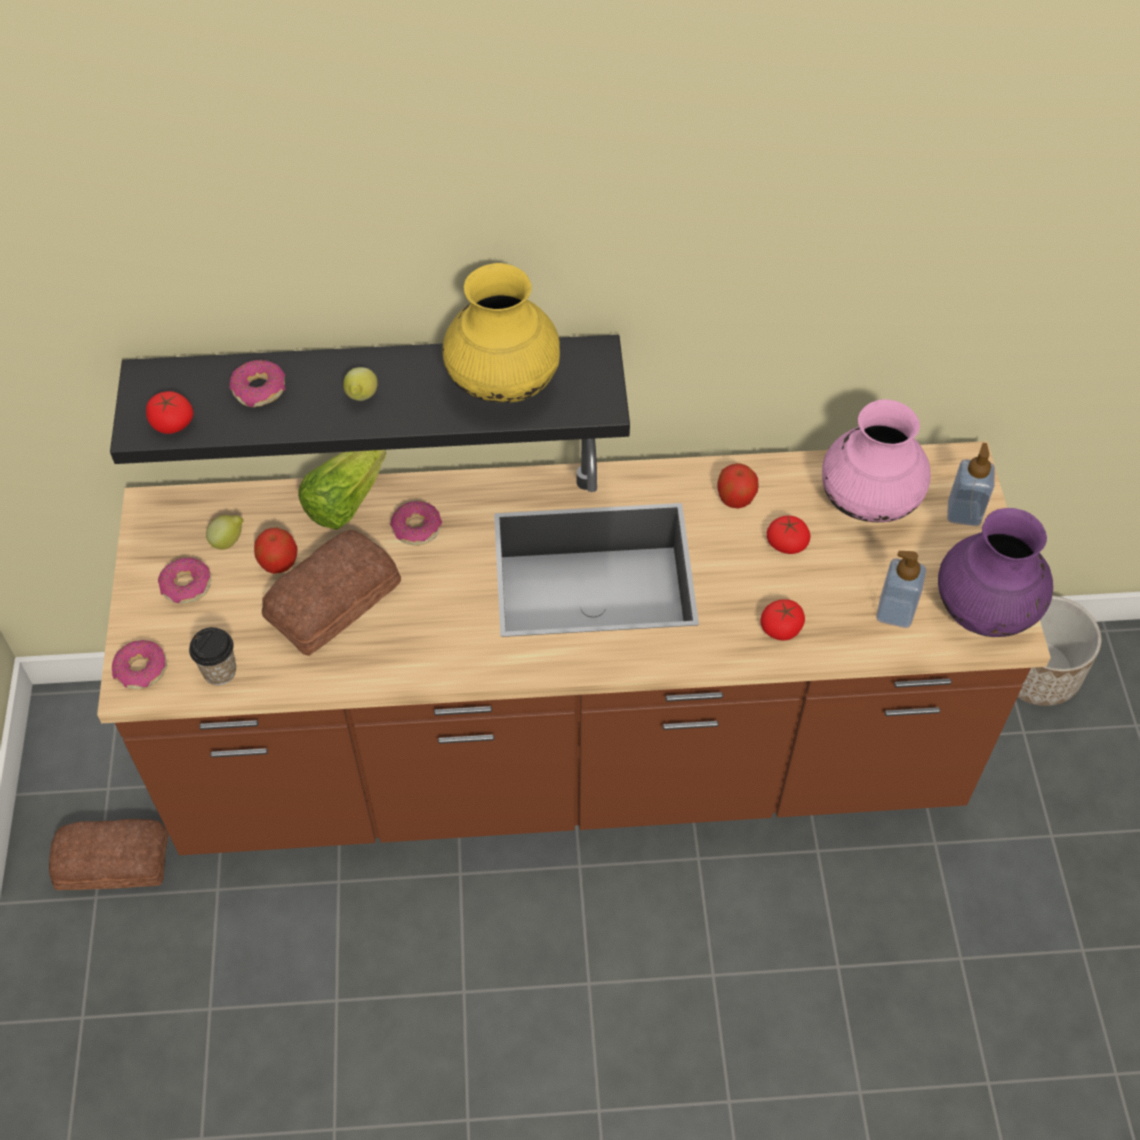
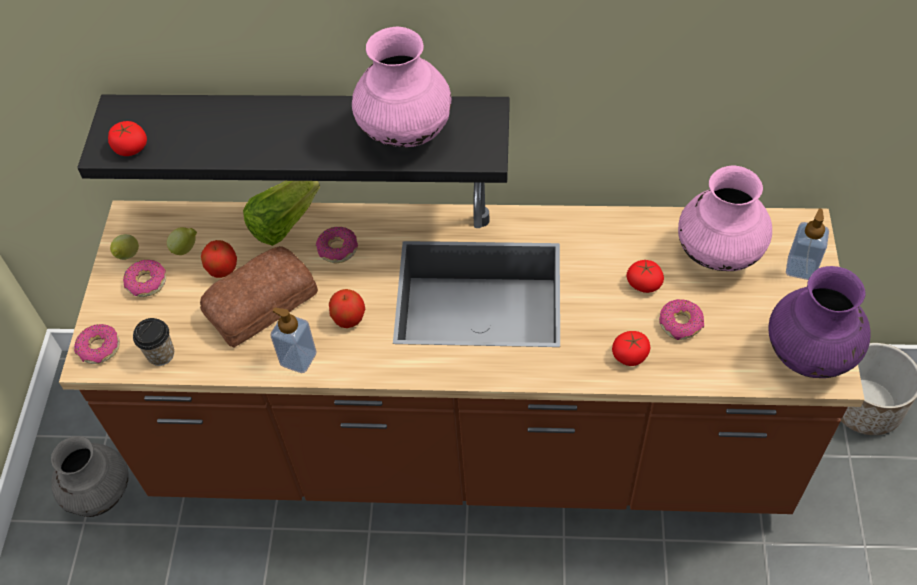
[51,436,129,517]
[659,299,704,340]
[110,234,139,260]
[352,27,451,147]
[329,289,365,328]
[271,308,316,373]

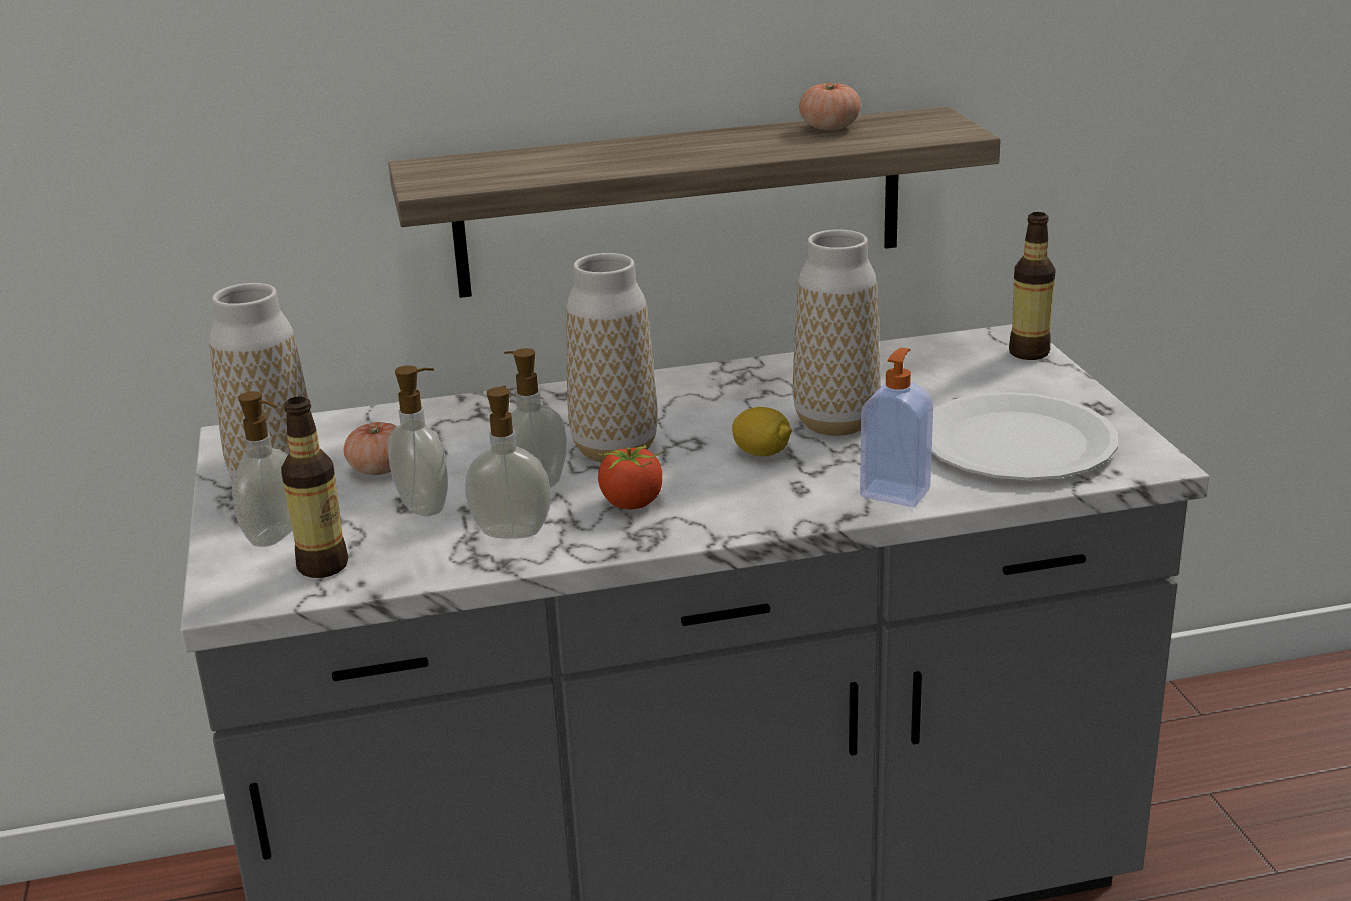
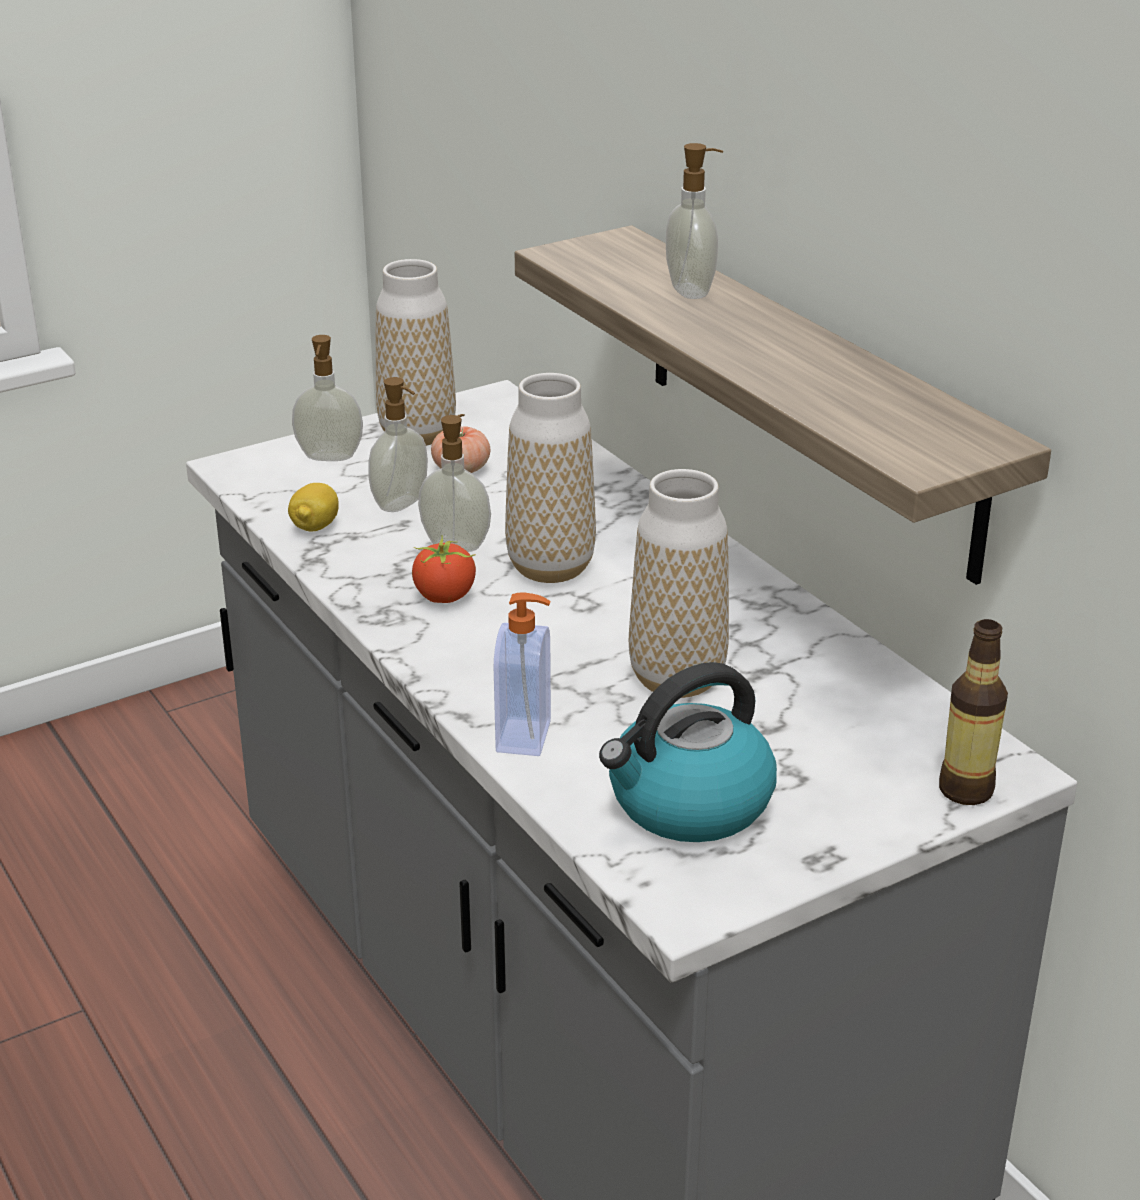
[281,396,348,578] (first image)
[666,143,723,299]
[288,483,339,531]
[799,83,861,130] (first image)
[599,662,777,842]

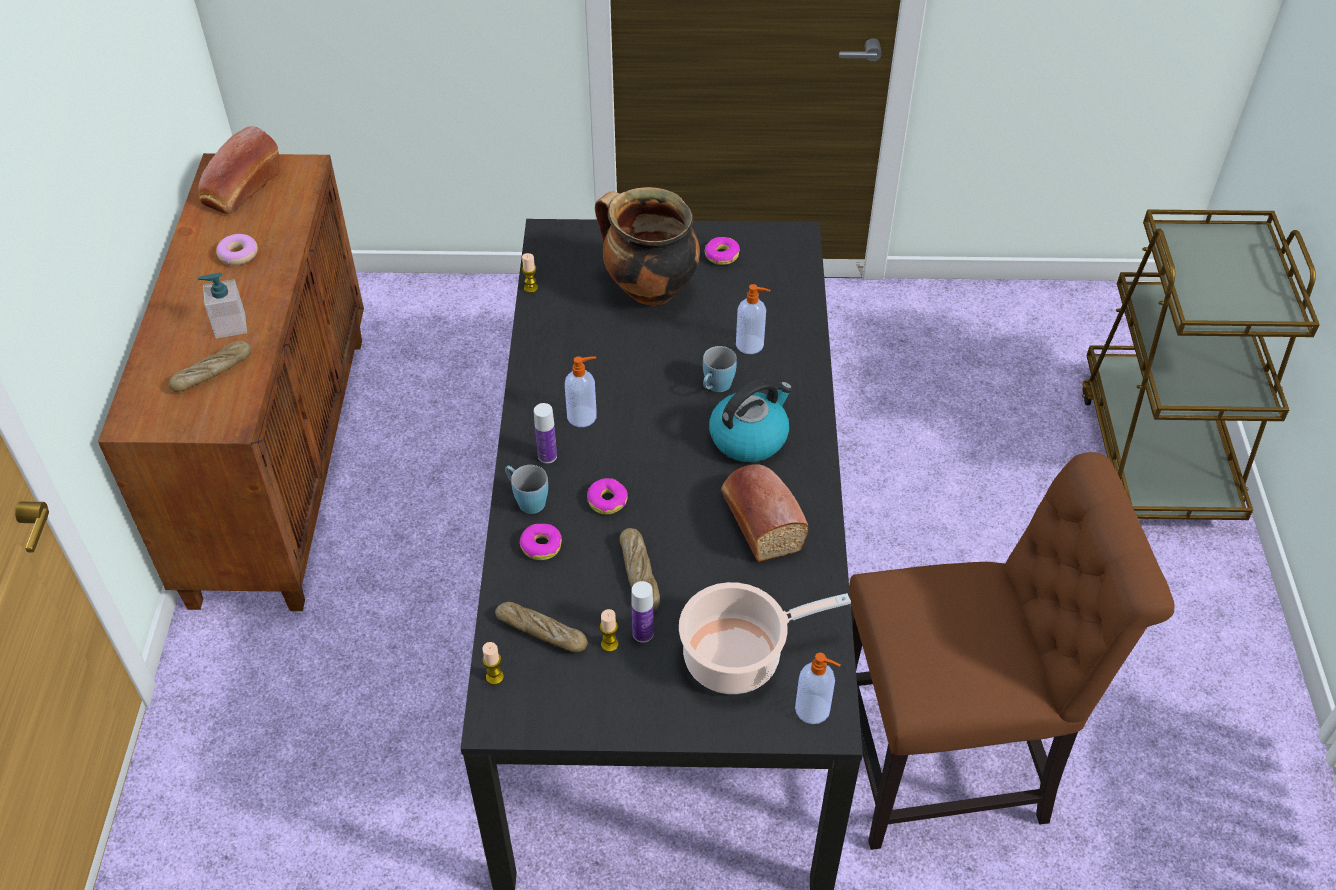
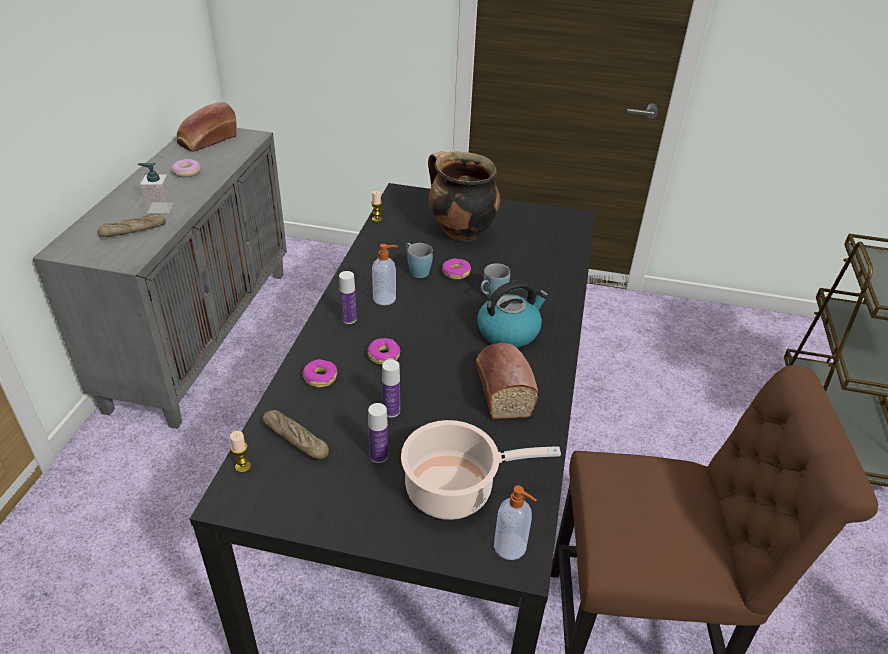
[33,128,287,429]
[405,243,433,278]
[600,609,619,652] (first image)
[382,360,400,417]
[442,258,471,279]
[736,284,770,354] (first image)

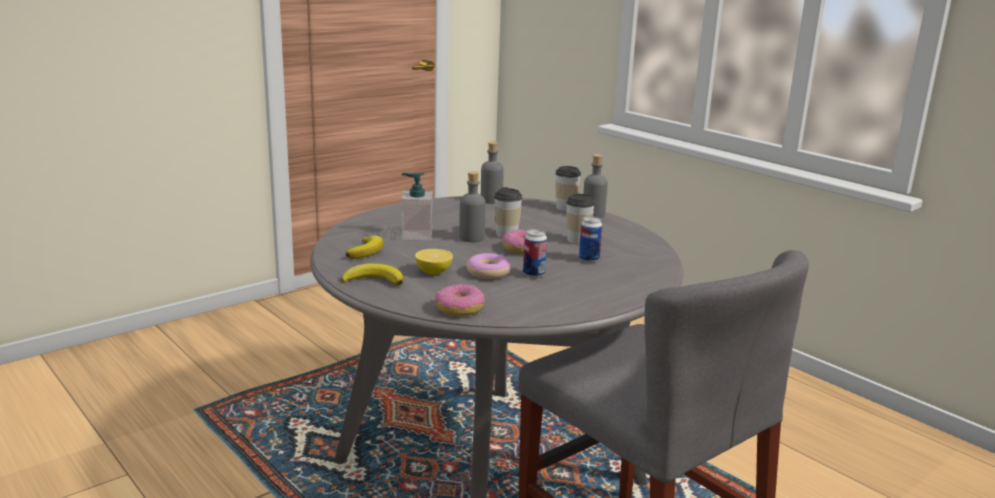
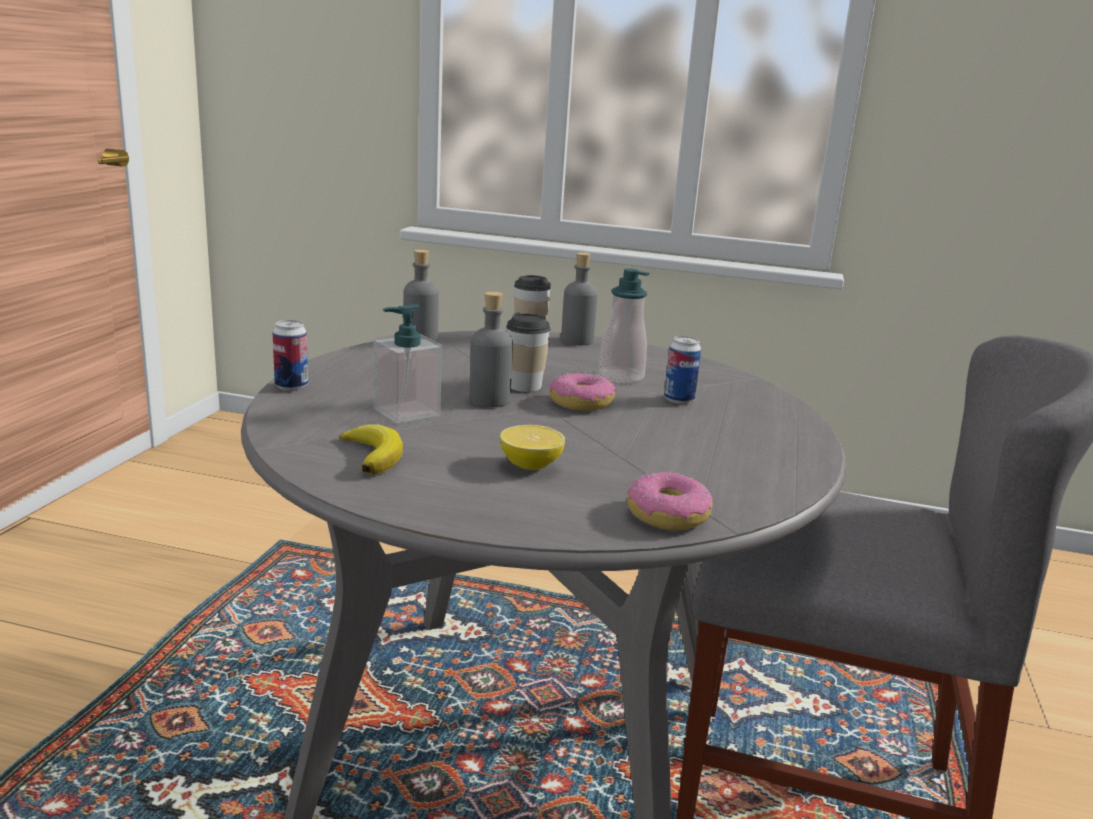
[341,263,404,286] (first image)
[467,253,511,279] (first image)
[273,320,308,391]
[599,268,649,384]

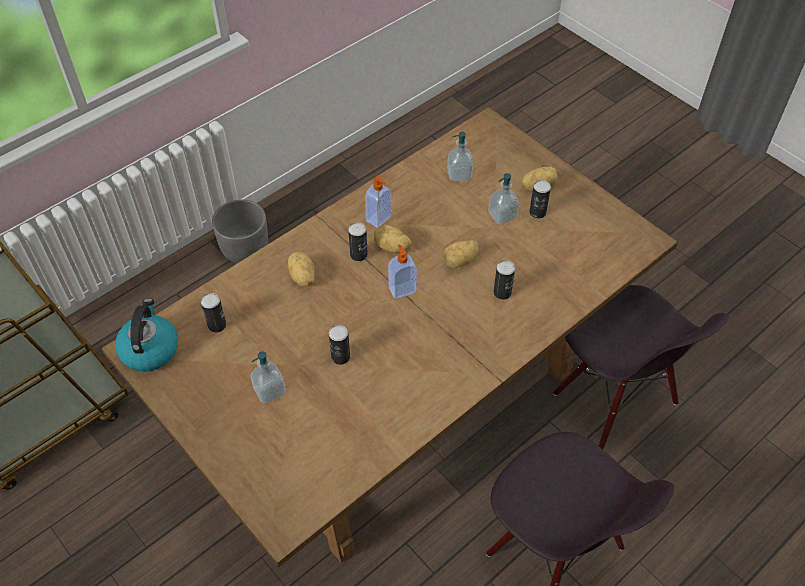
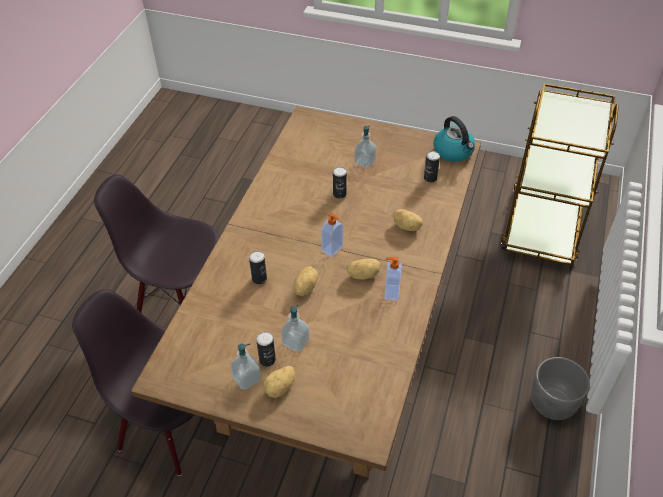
[348,222,368,261] (first image)
[230,343,261,390]

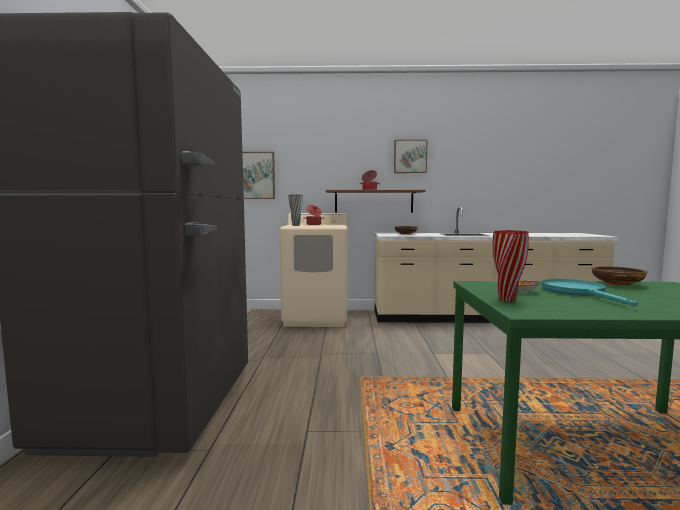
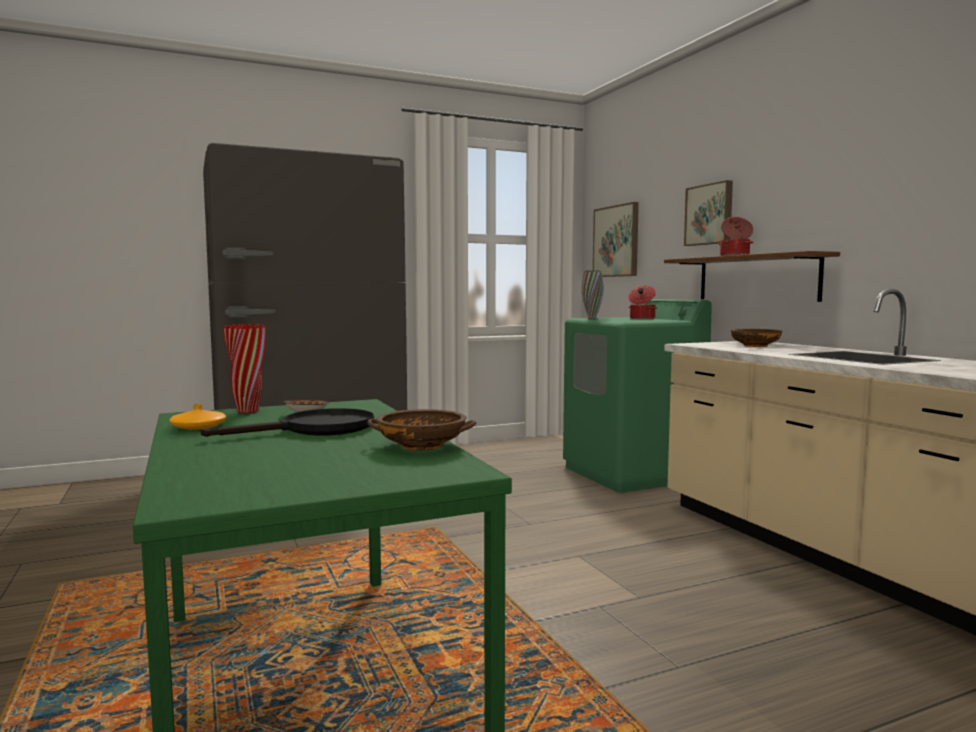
[563,299,712,493]
[684,180,733,246]
[201,408,374,437]
[169,404,226,429]

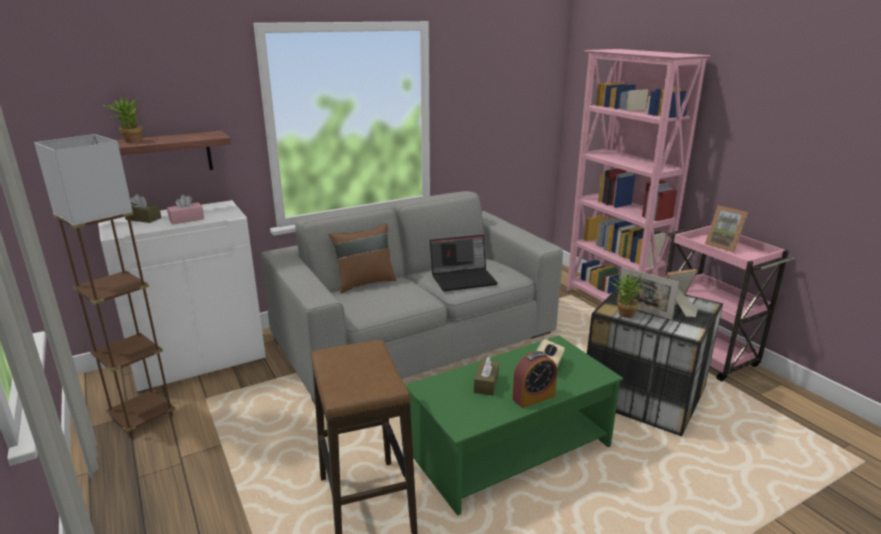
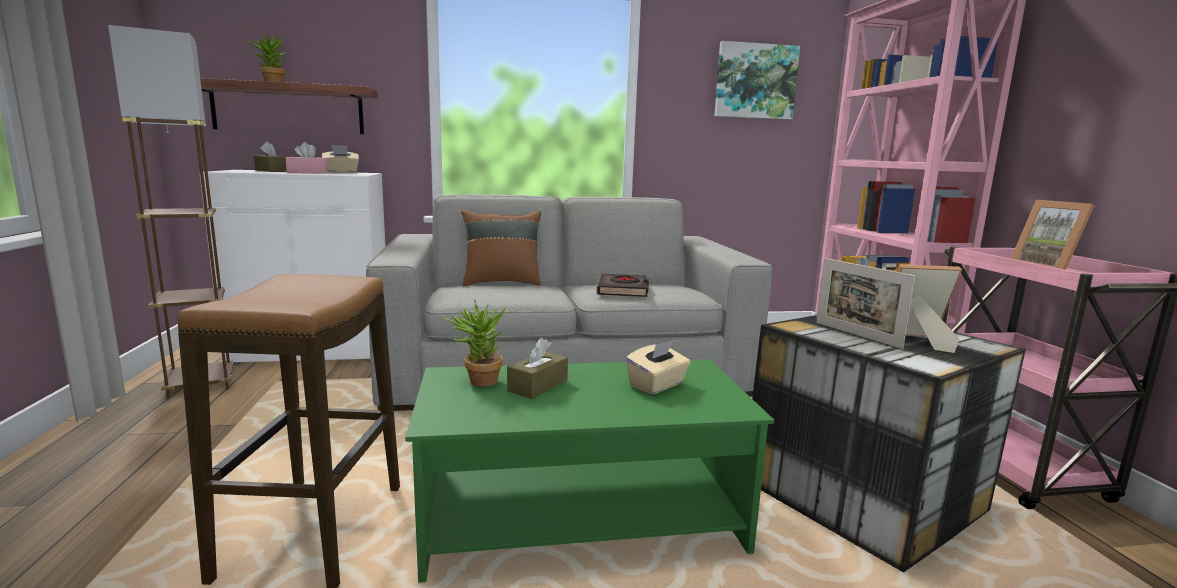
[597,274,649,297]
[512,351,557,408] (first image)
[443,299,506,387]
[322,145,359,173]
[714,41,800,120]

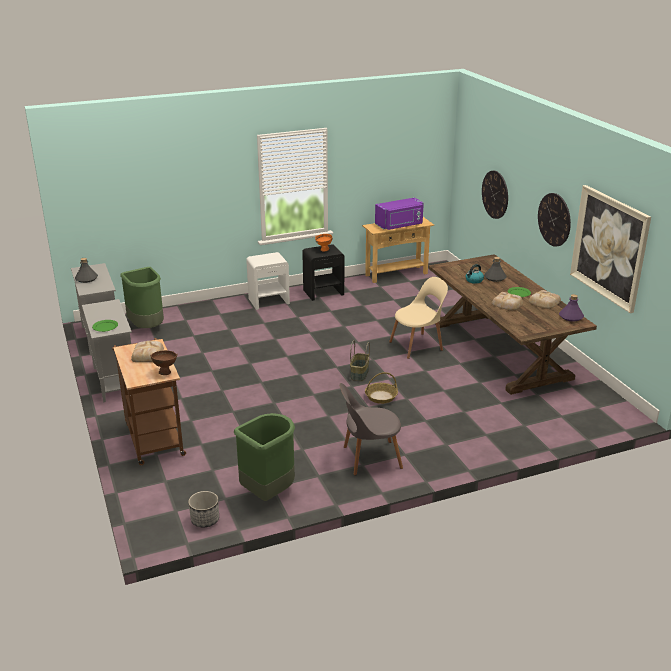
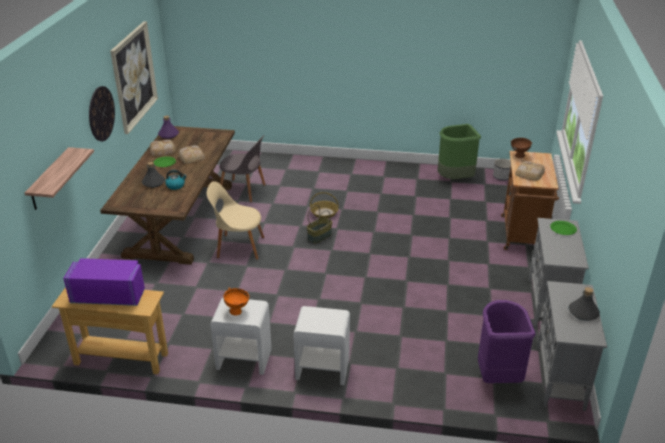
[478,300,536,383]
[210,297,272,375]
[220,135,265,202]
[24,147,94,210]

